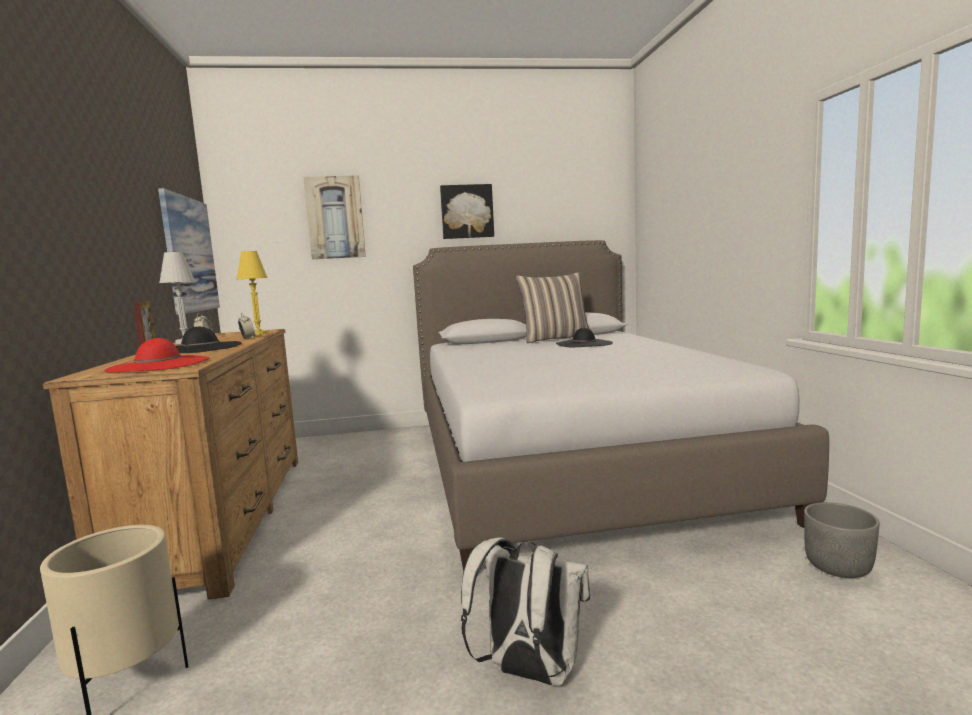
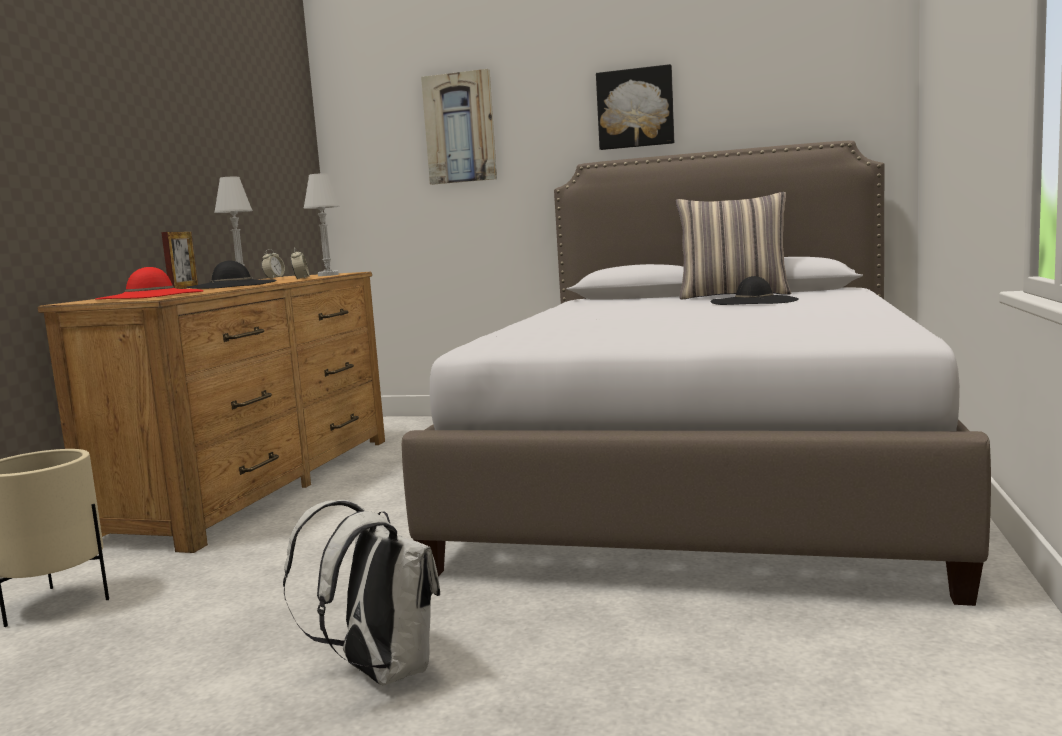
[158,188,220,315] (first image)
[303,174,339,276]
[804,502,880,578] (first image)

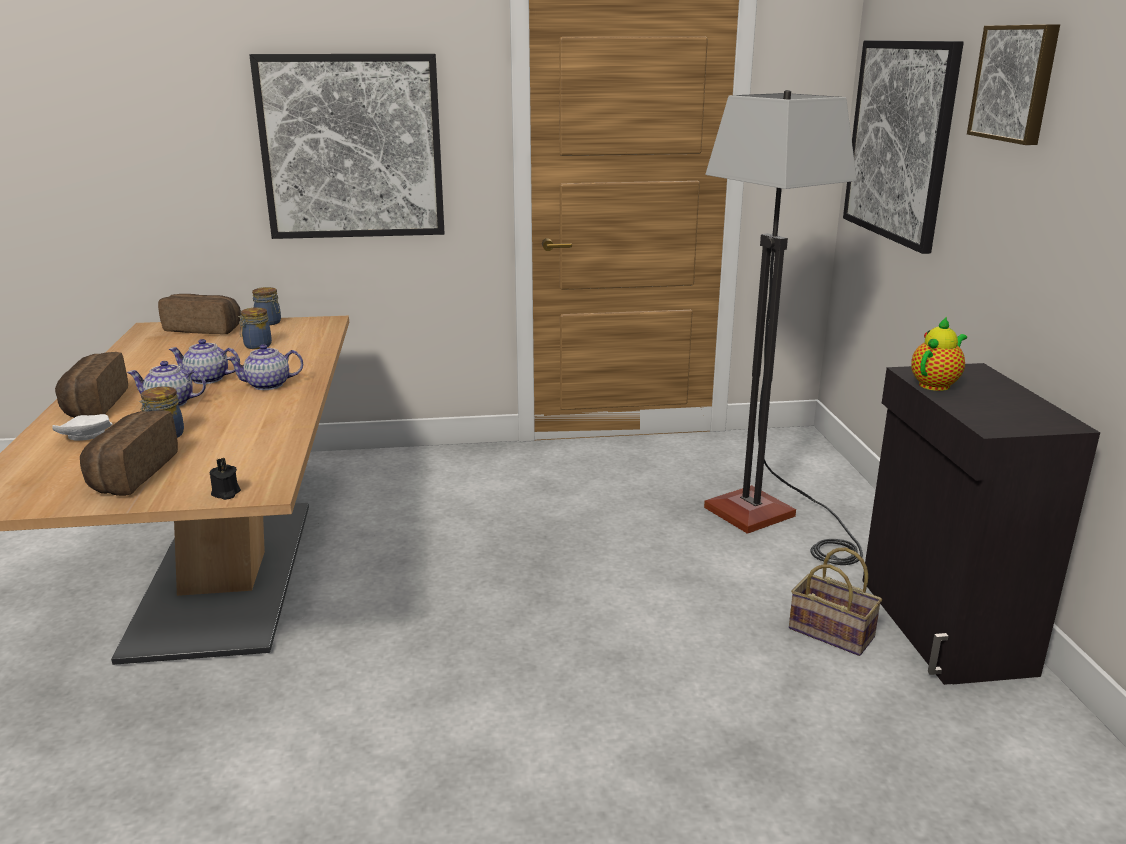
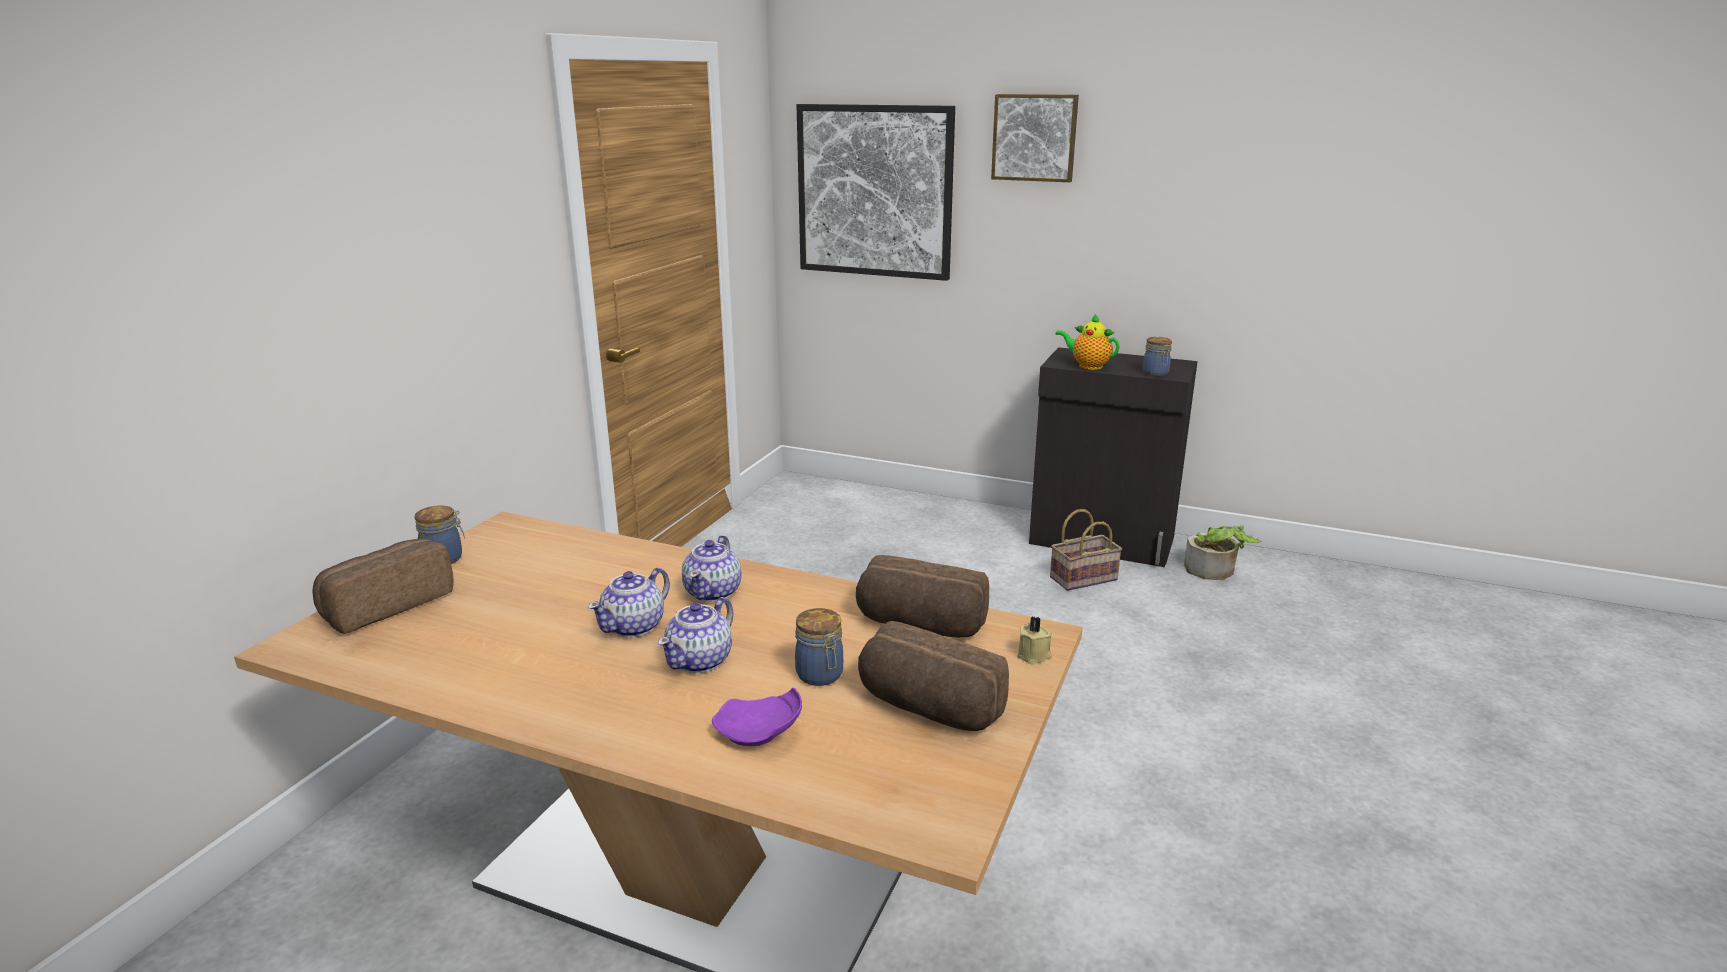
[712,687,802,746]
[856,555,989,638]
[1017,617,1052,665]
[1143,337,1172,377]
[249,54,445,239] (first image)
[704,90,863,565] (first image)
[1055,313,1120,370]
[1184,525,1261,580]

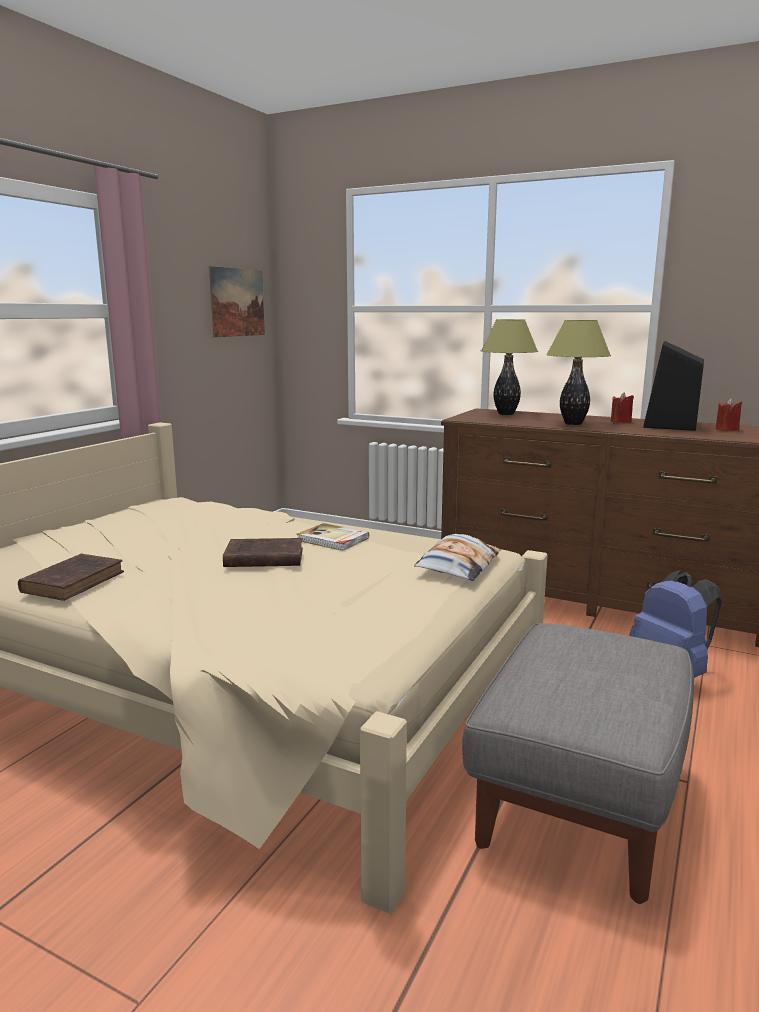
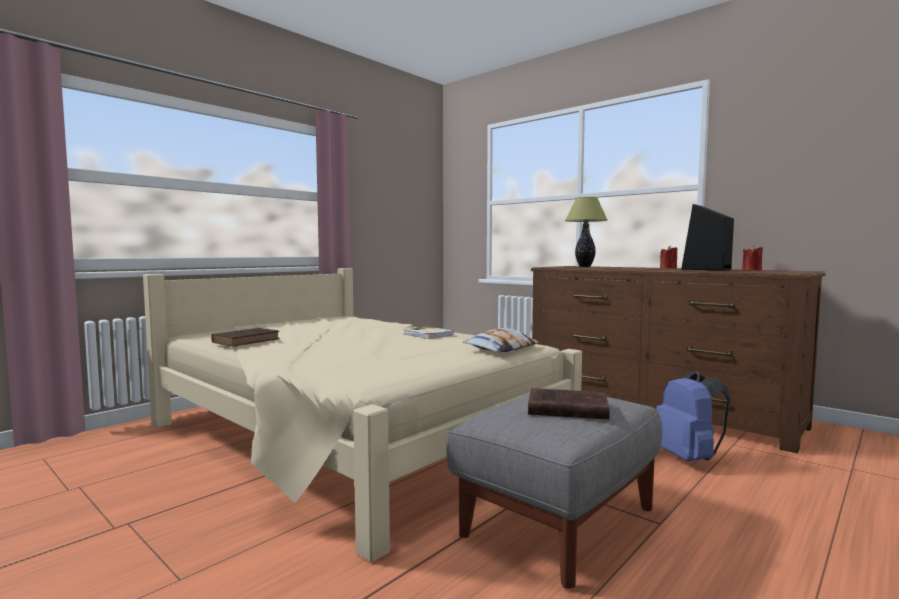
[209,266,265,337] (first image)
[528,388,610,420]
[546,320,611,425] (first image)

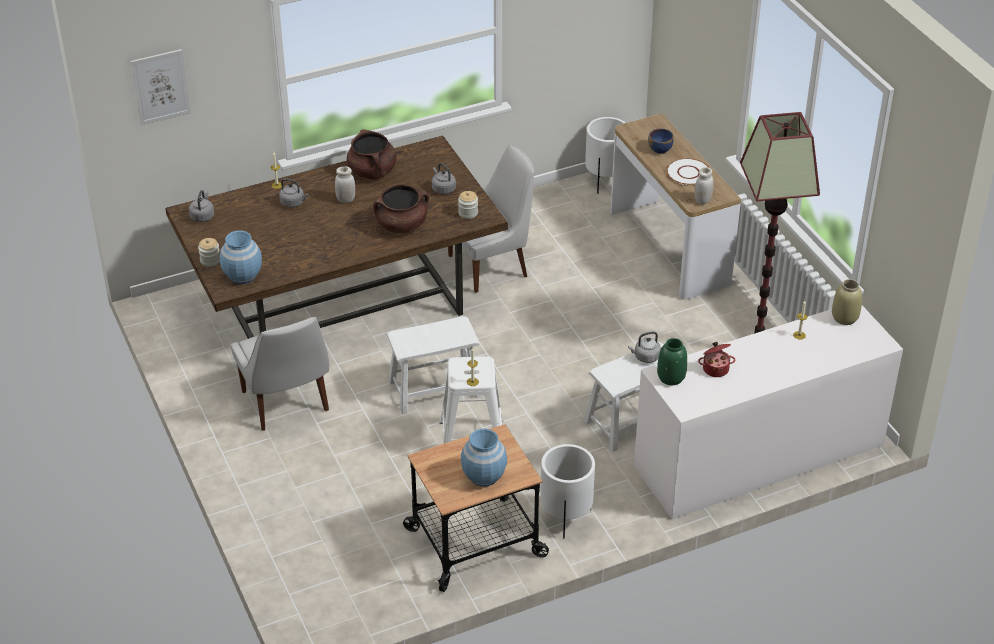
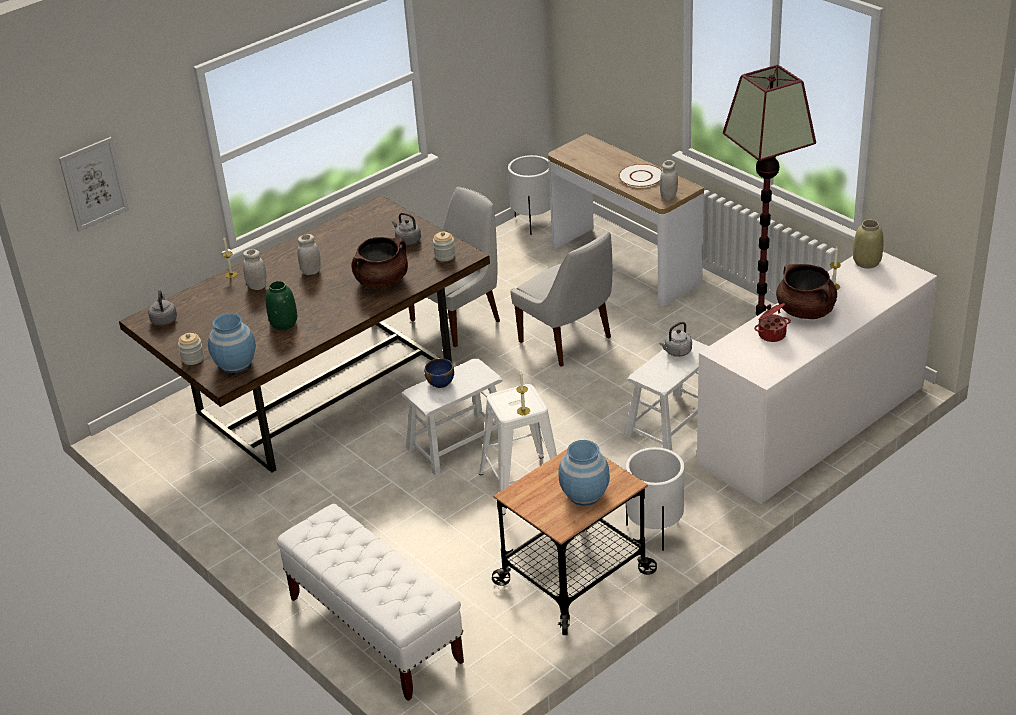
[511,232,612,367]
[243,249,267,290]
[776,264,837,319]
[424,358,454,388]
[266,281,297,330]
[277,504,464,701]

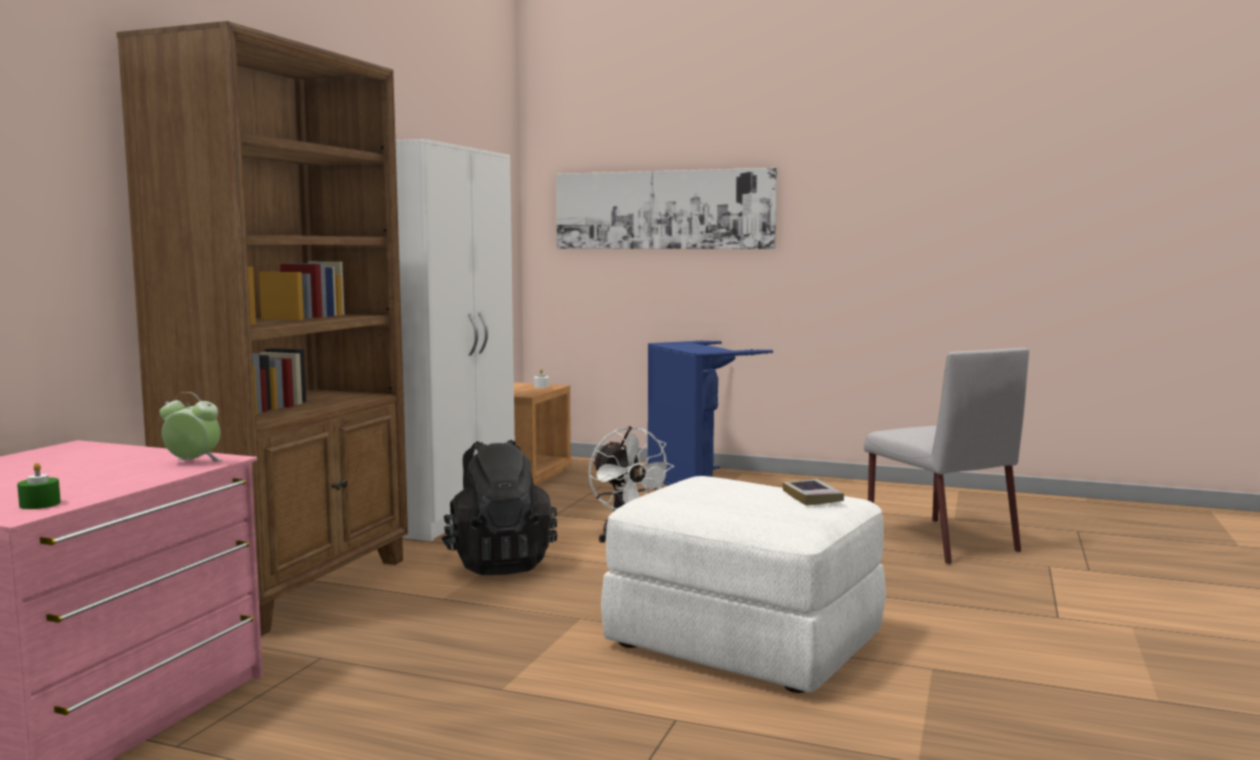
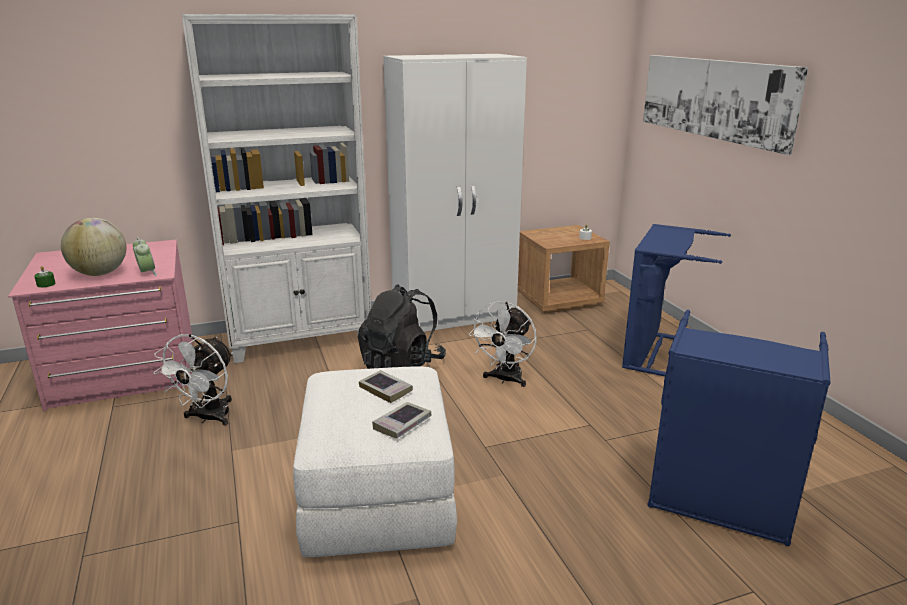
[182,14,371,363]
[648,310,831,546]
[61,218,126,276]
[154,334,233,426]
[359,370,413,403]

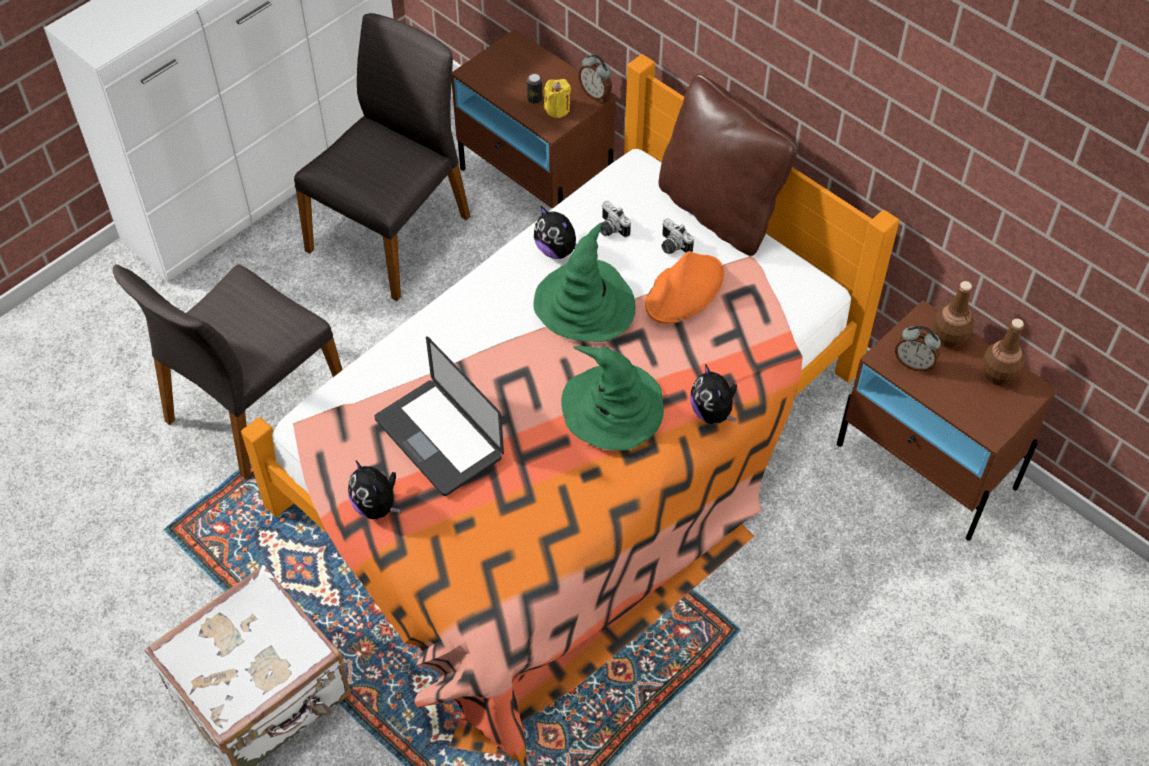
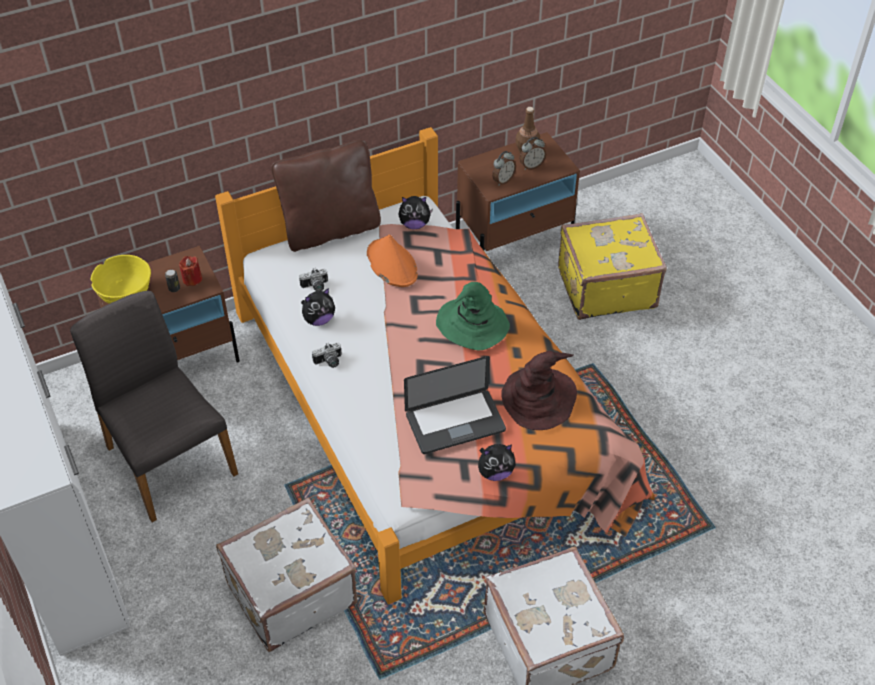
[216,497,358,652]
[533,223,635,342] (first image)
[179,256,202,286]
[520,137,546,170]
[312,343,342,368]
[398,196,433,229]
[933,281,974,348] (first image)
[90,255,151,304]
[501,351,577,430]
[558,213,667,320]

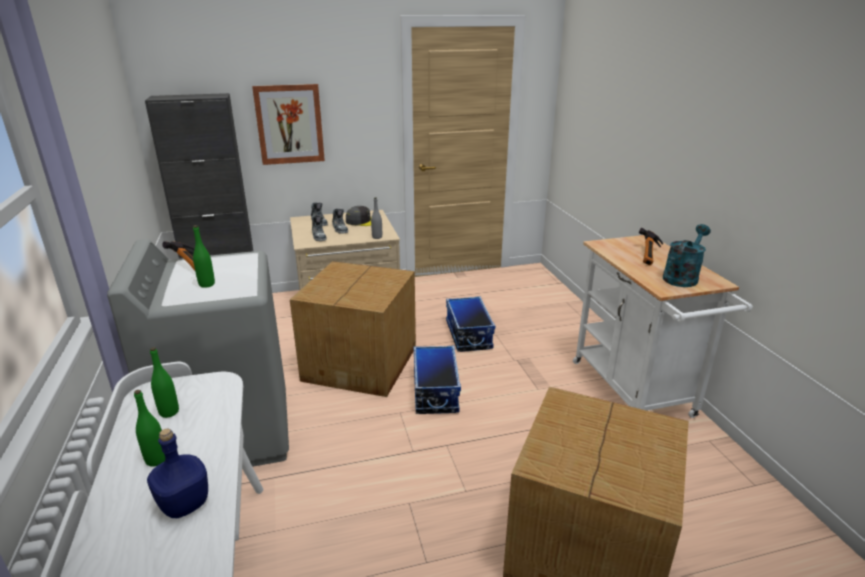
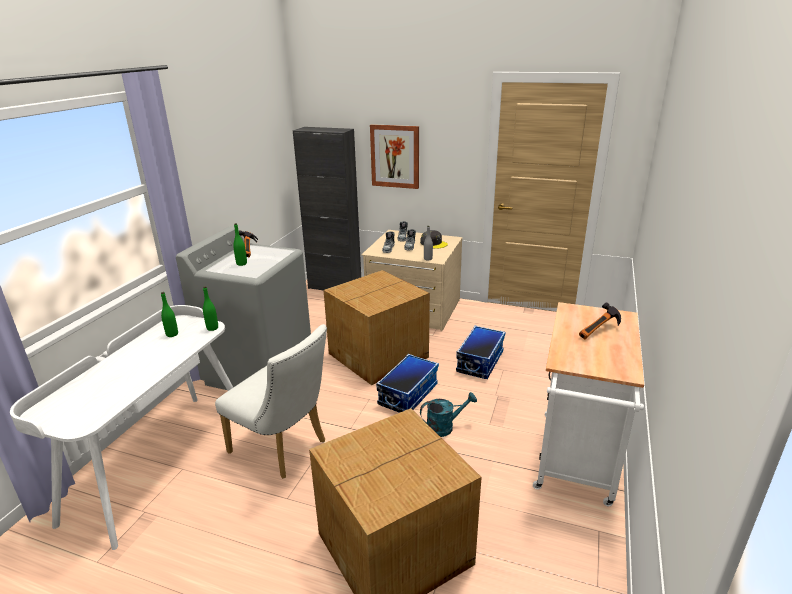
[203,286,218,331]
[147,429,208,518] (first image)
[420,392,477,437]
[215,324,327,479]

